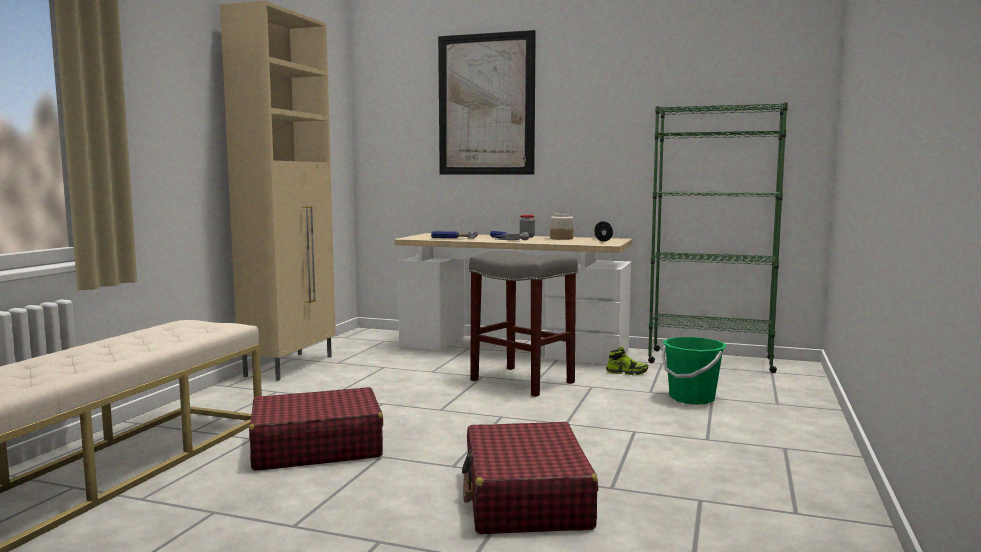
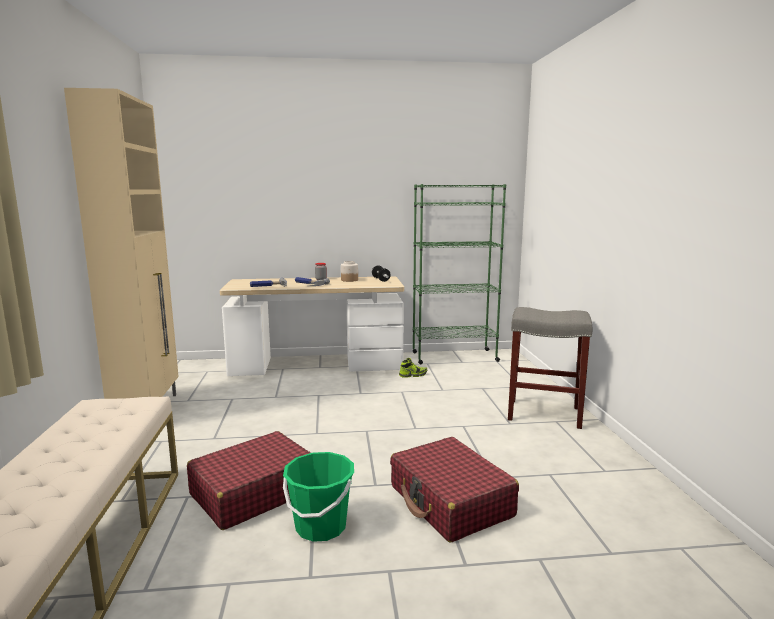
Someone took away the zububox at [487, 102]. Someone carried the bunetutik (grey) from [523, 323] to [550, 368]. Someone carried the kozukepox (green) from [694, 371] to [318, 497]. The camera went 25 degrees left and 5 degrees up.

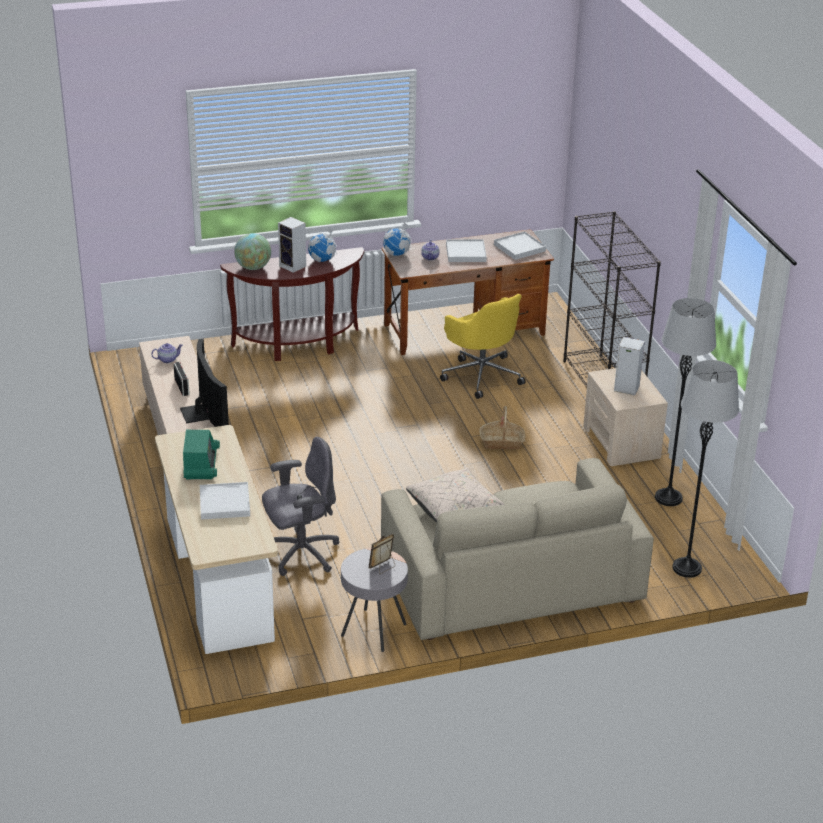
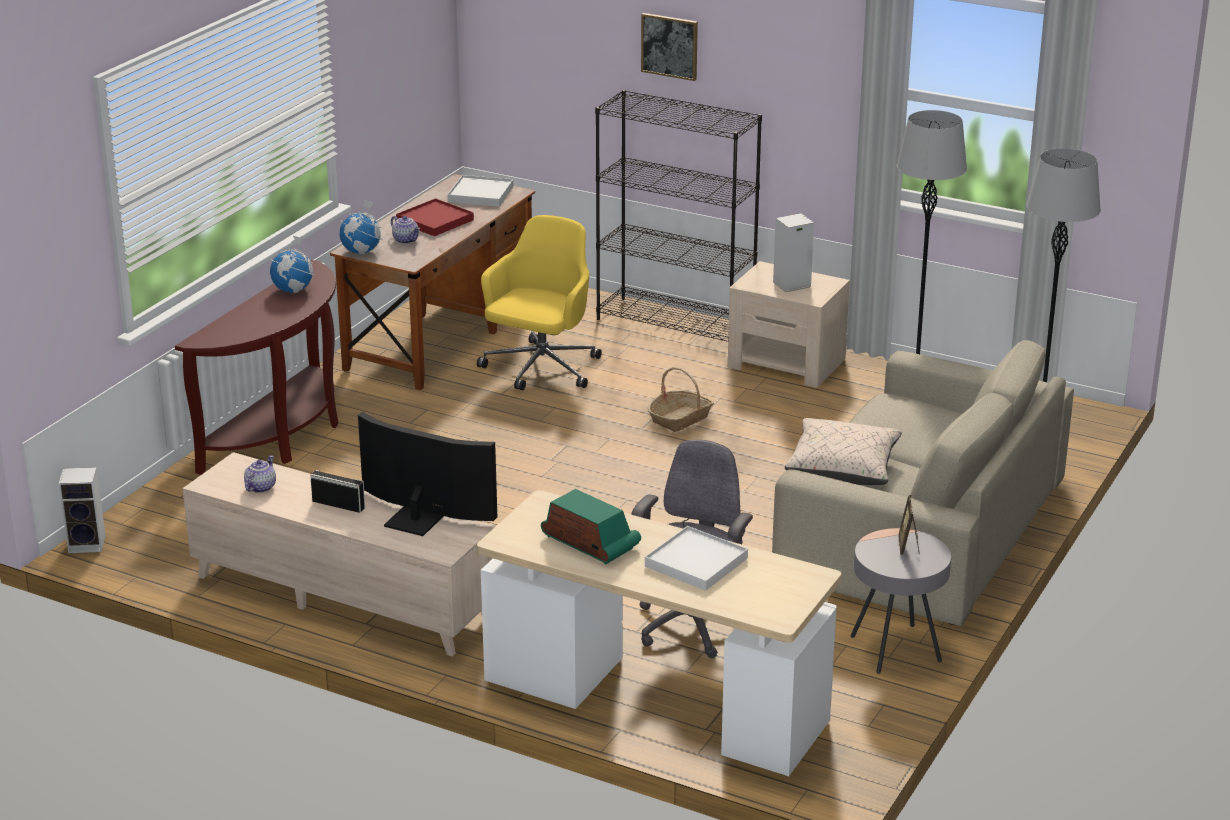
Someone took away the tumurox at [252, 251]. Someone carried the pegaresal from [292, 245] to [82, 510]. Someone rotated the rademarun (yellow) at [483, 346] by 75 degrees counterclockwise. Someone repainted the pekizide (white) at [466, 250], which became the pekizide (red) at [435, 217]. Someone put up the zububox at [669, 47]. The camera went 45 degrees left and 5 degrees down.

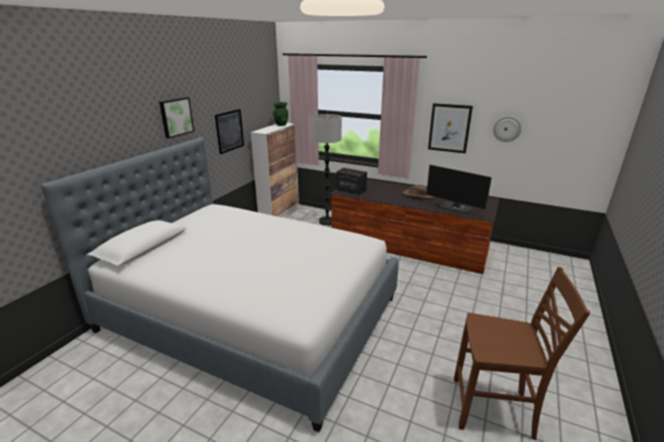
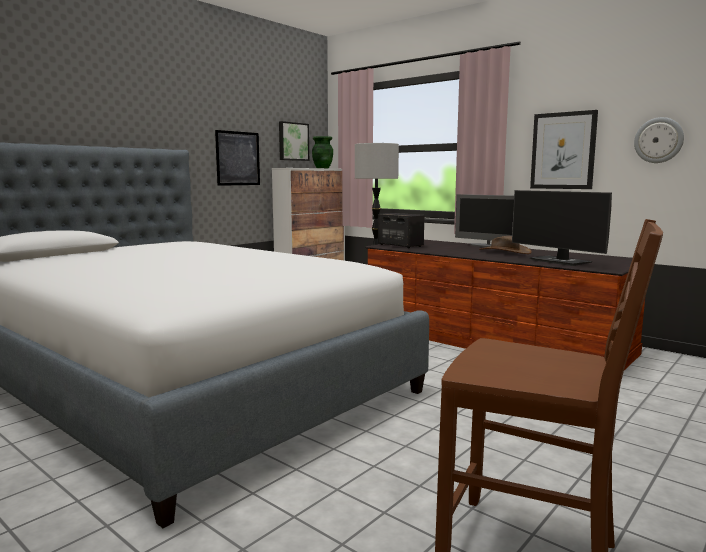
Someone carried the zububox from [176, 117] to [294, 141]. Someone put down the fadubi at [484, 220]. The camera went 15 degrees right and 15 degrees down.

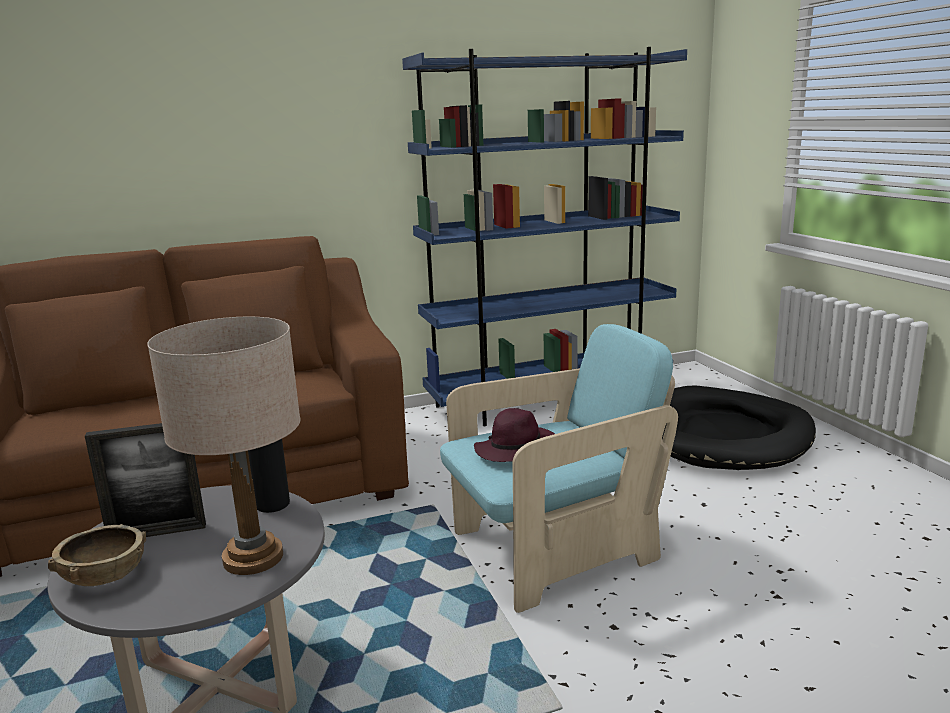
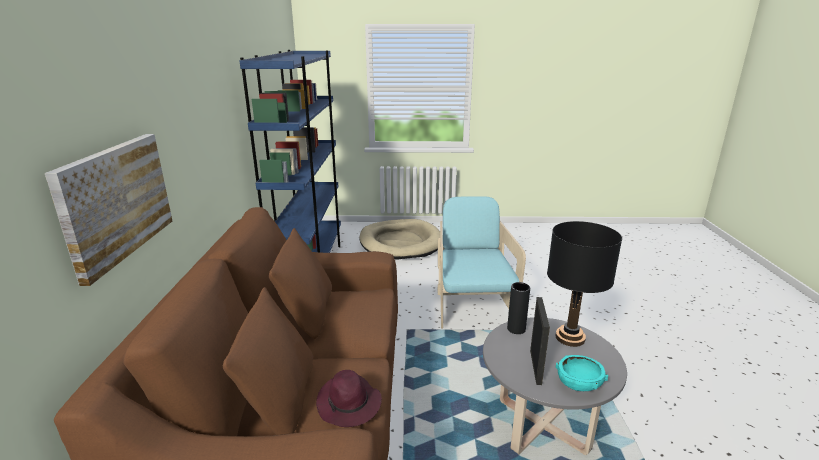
Someone repainted the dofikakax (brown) at [97, 555], which became the dofikakax (turquoise) at [582, 373]. Someone repainted the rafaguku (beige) at [223, 446], which became the rafaguku (black) at [584, 284]. Someone carried the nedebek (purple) from [514, 435] to [349, 398]. Someone repainted the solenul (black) at [739, 428], which became the solenul (beige) at [399, 239]. Someone put up the zububox at [108, 210]. The camera went 70 degrees left and 5 degrees up.

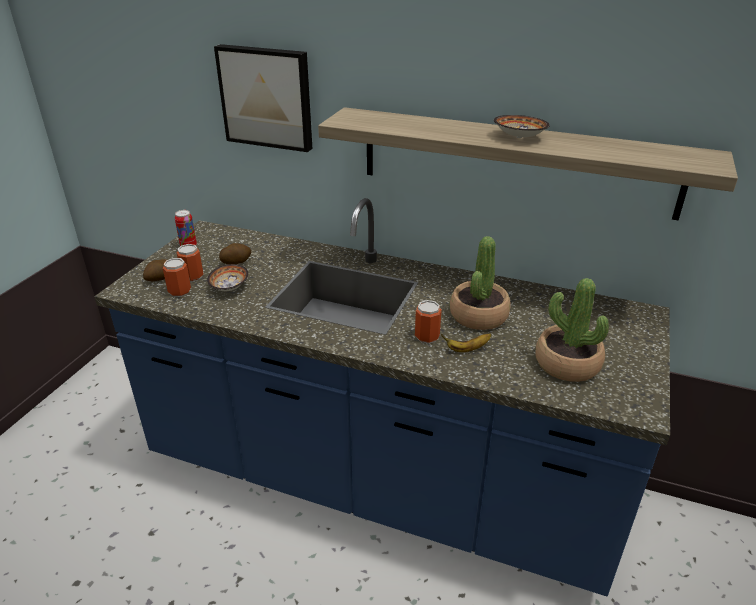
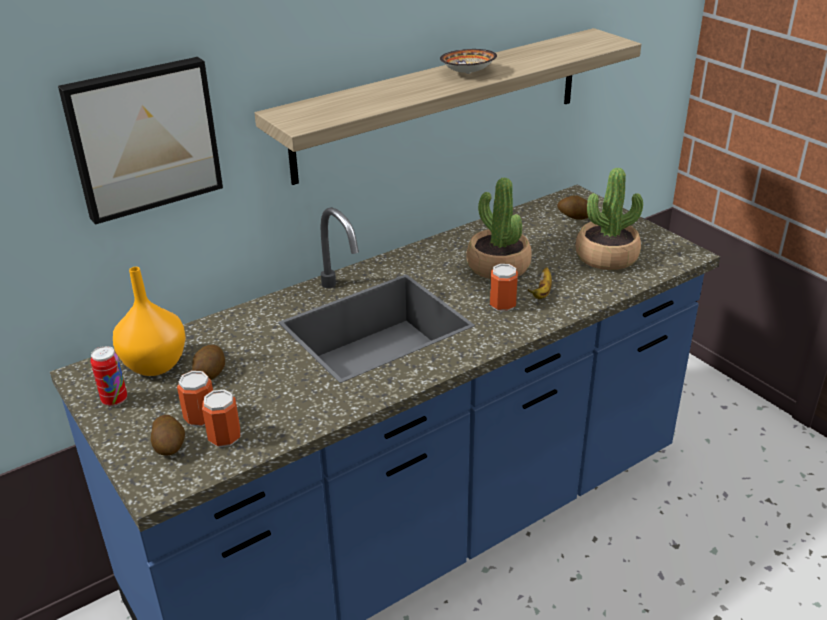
Someone took away the dofikakax at [227, 277]. Someone put down the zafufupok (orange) at [149, 321]. Someone put down the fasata at [572, 207]. The camera went 55 degrees left and 0 degrees up.

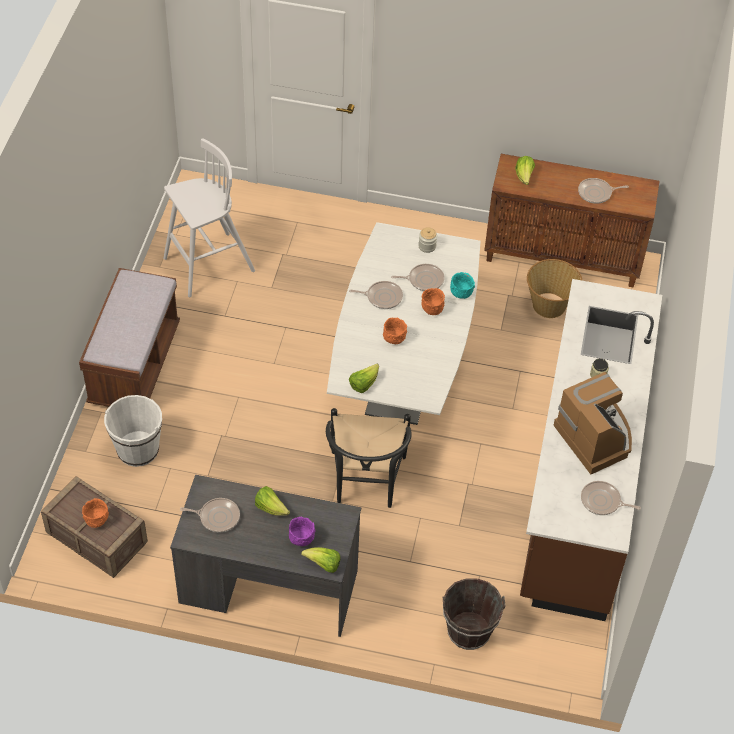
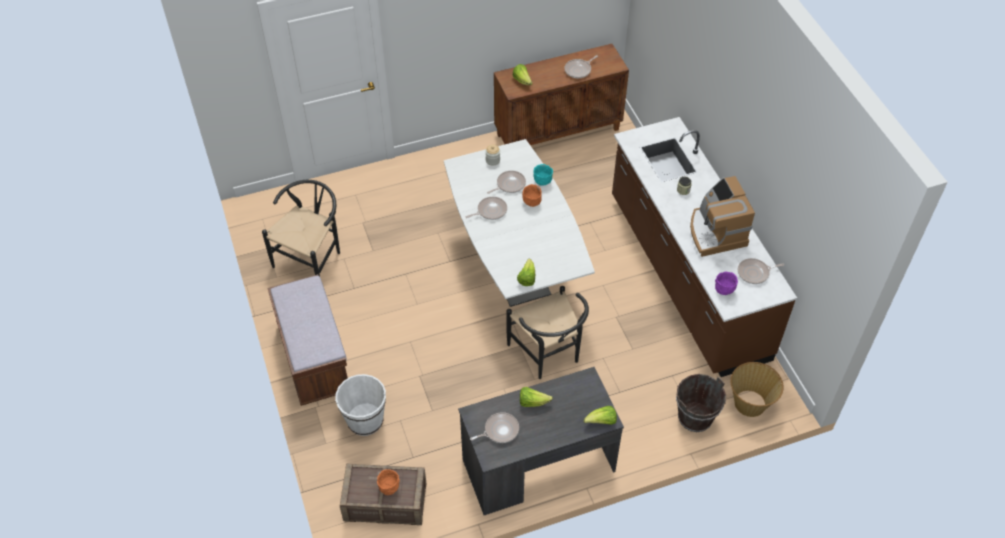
Someone swapped the bunetutik (white) at [209, 217] for the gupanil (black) at [301, 228]. Someone carried the dofikakax (purple) from [302, 531] to [726, 283]. Someone took away the dofikakax (orange) at [395, 331]. Someone carried the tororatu from [555, 288] to [757, 389]. Someone rotated the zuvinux at [592, 423] by 135 degrees counterclockwise. The camera went 30 degrees left and 0 degrees up.

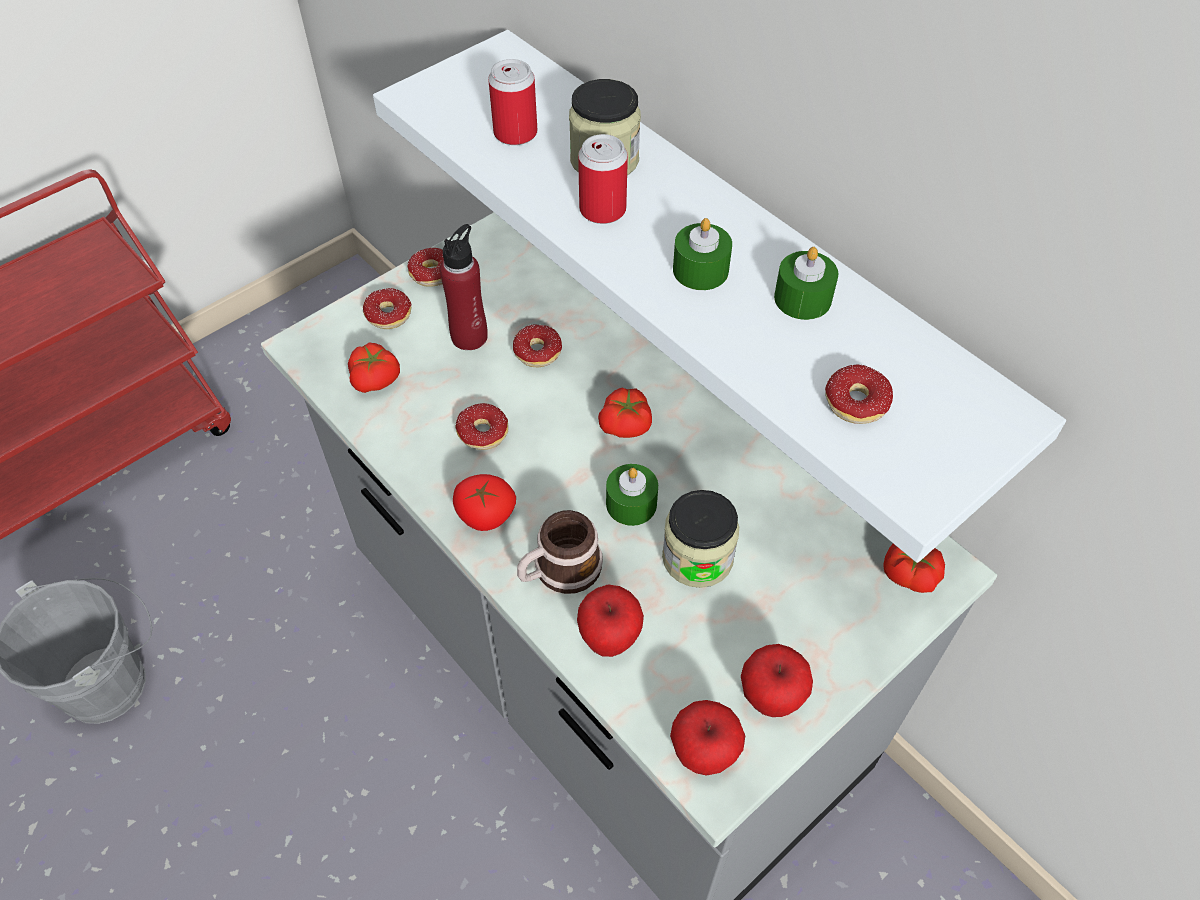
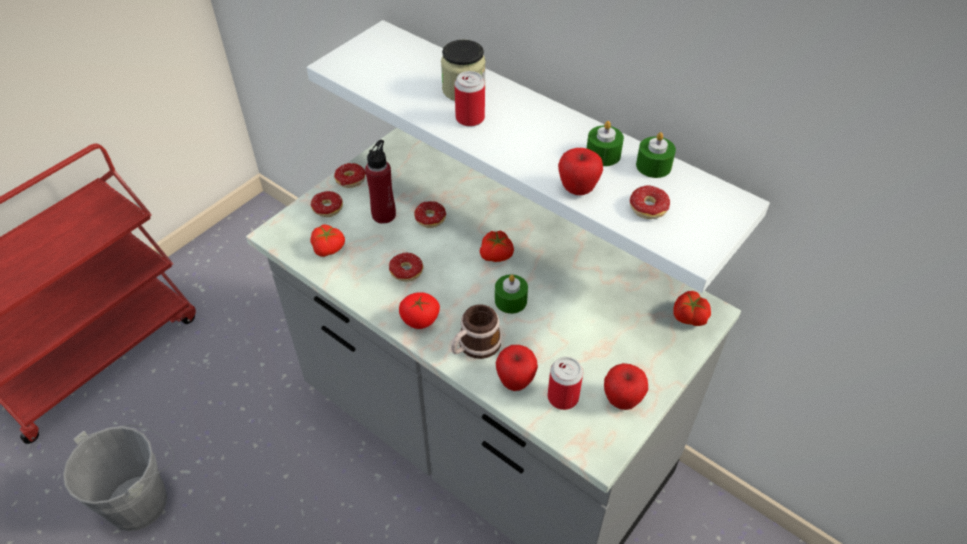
Someone carried the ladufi from [512, 102] to [565, 383]. Someone took away the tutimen at [700, 539]. Someone carried the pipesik from [707, 738] to [580, 171]. Someone carried the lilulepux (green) from [702, 254] to [656, 155]. The camera went 10 degrees left and 5 degrees down.

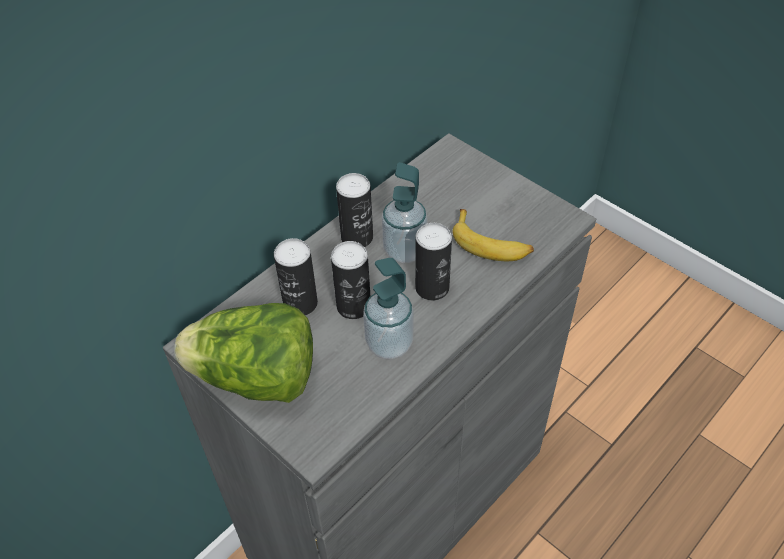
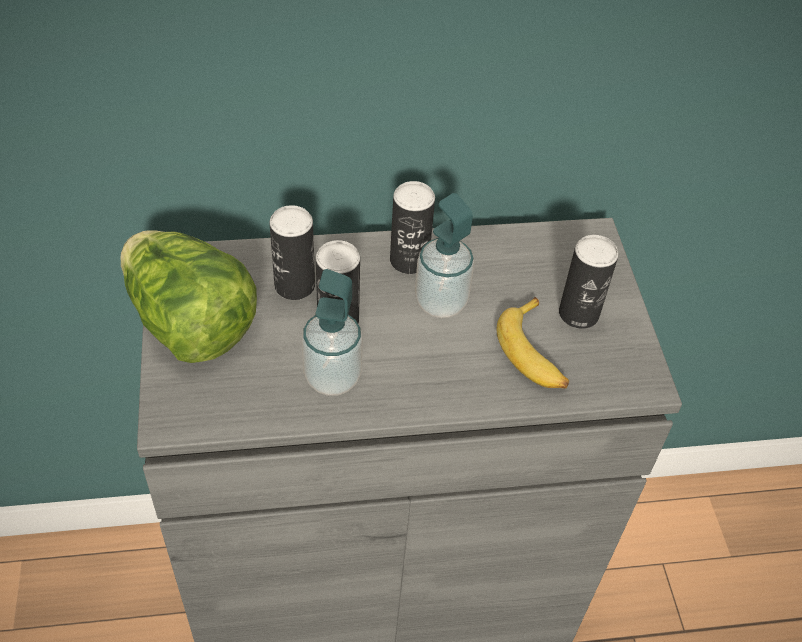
Someone carried the ladufi from [433, 262] to [589, 282]. The camera went 35 degrees right and 0 degrees up.

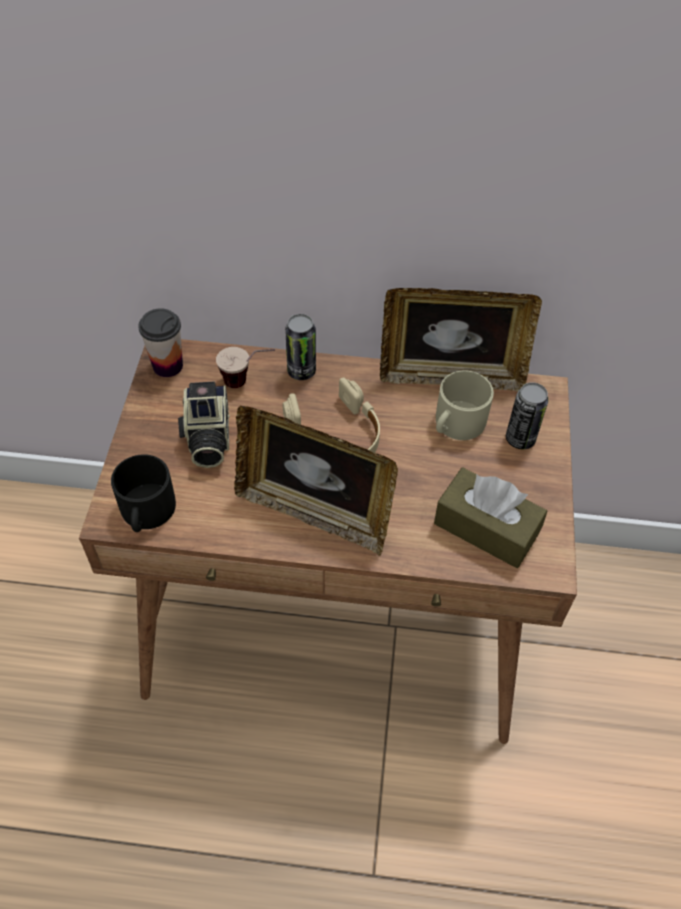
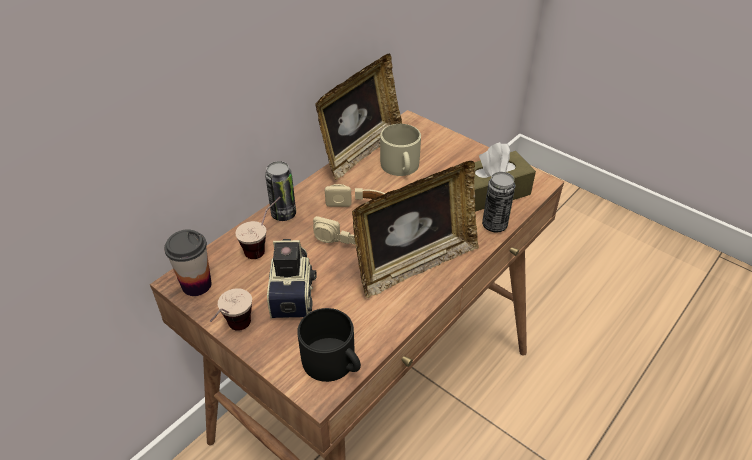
Someone rotated the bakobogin at [204, 425] by 120 degrees counterclockwise. Someone carried the ladufi from [527, 415] to [498, 202]. Someone put down the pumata at [231, 309]. The camera went 55 degrees left and 10 degrees down.

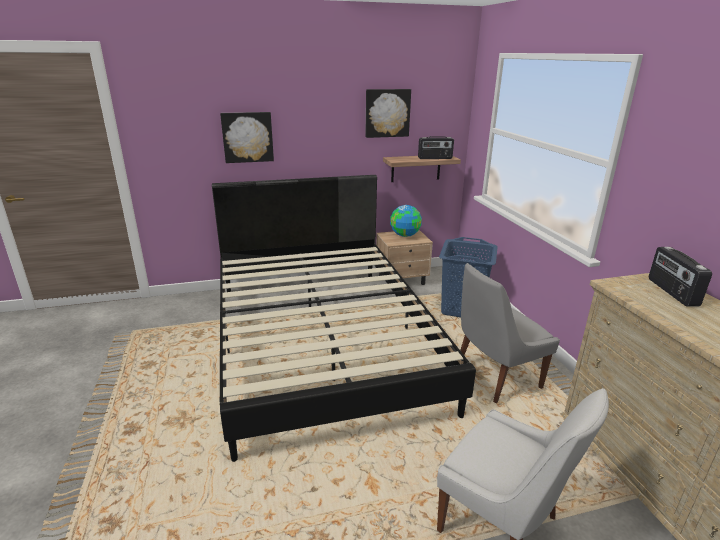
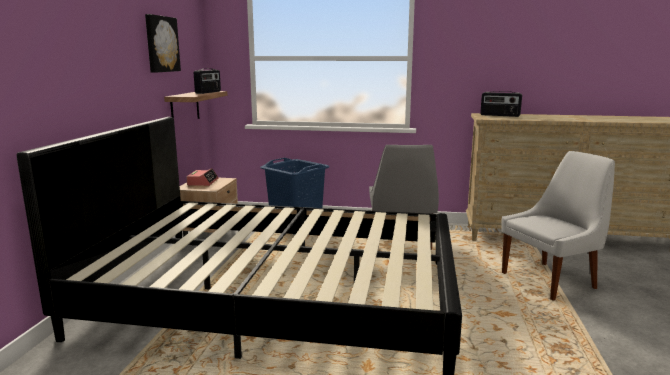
Someone took away the zububox at [247, 137]. Someone swapped the tumurox at [406, 221] for the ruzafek at [202, 177]. The camera went 65 degrees left and 10 degrees down.

